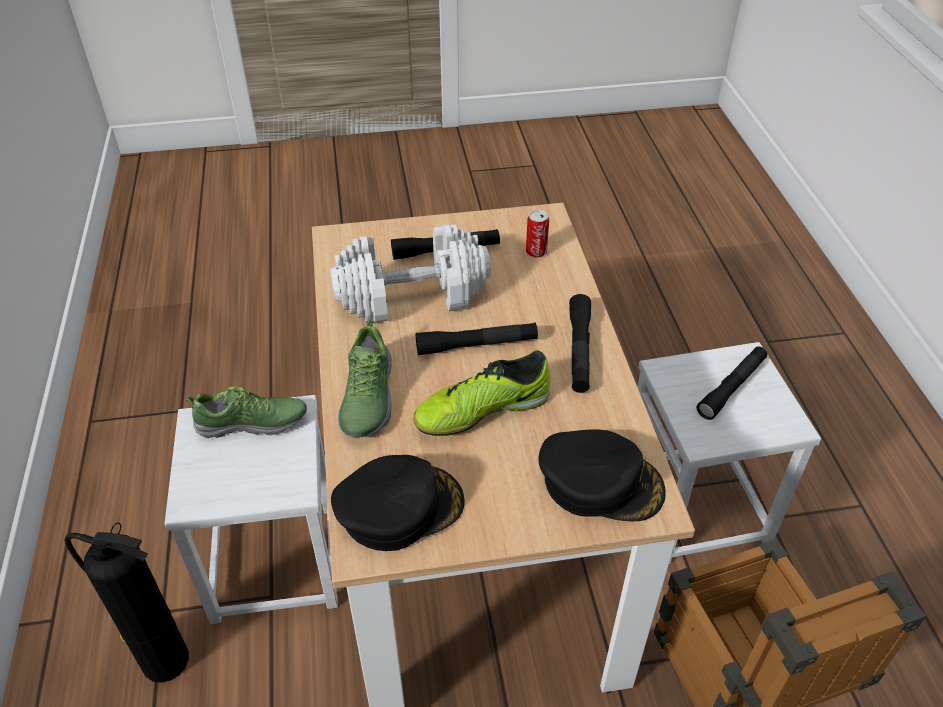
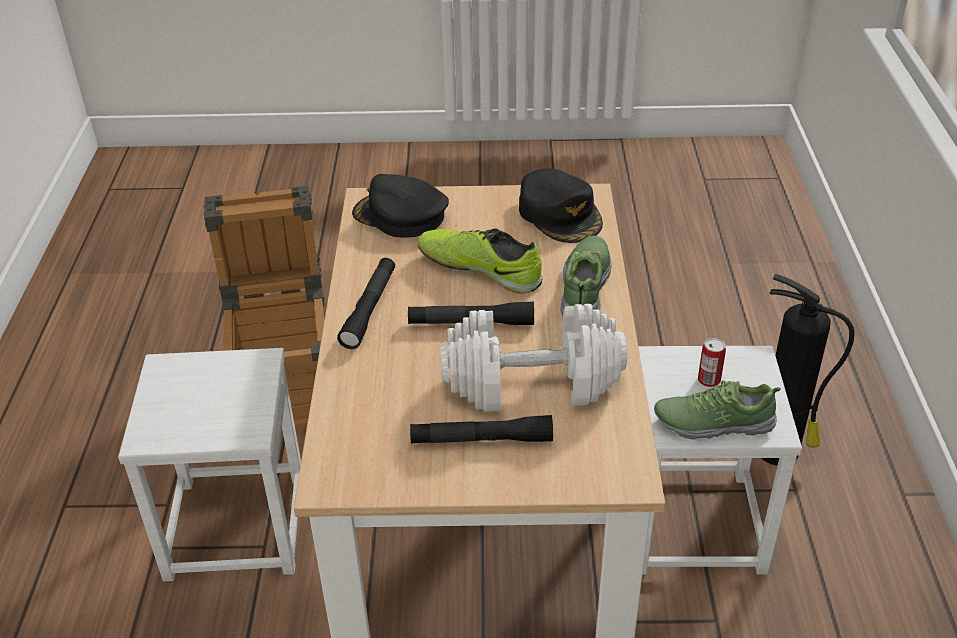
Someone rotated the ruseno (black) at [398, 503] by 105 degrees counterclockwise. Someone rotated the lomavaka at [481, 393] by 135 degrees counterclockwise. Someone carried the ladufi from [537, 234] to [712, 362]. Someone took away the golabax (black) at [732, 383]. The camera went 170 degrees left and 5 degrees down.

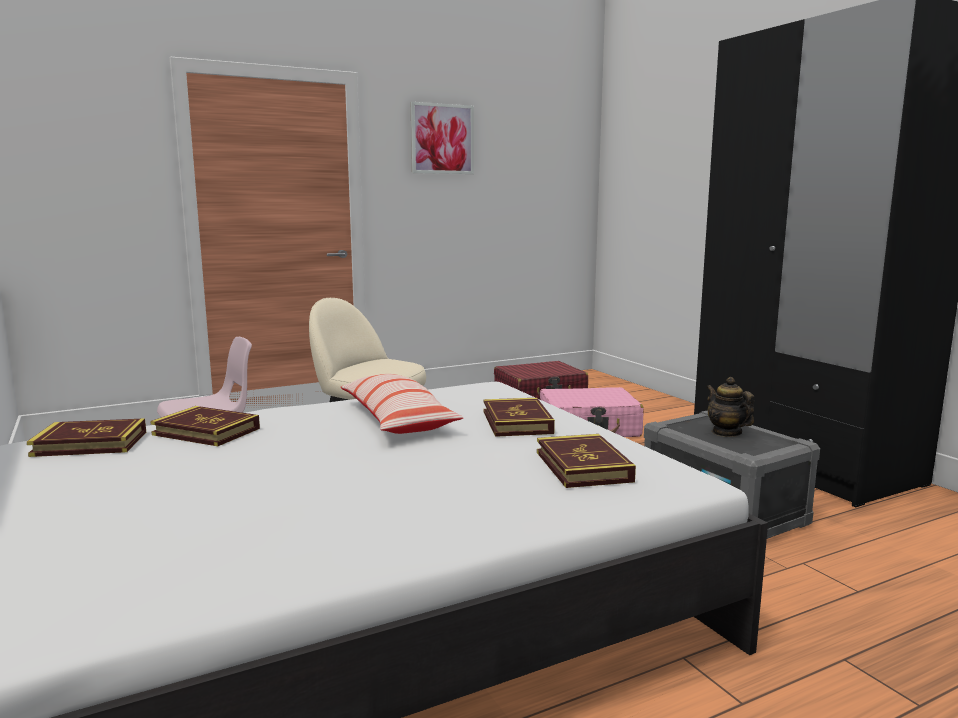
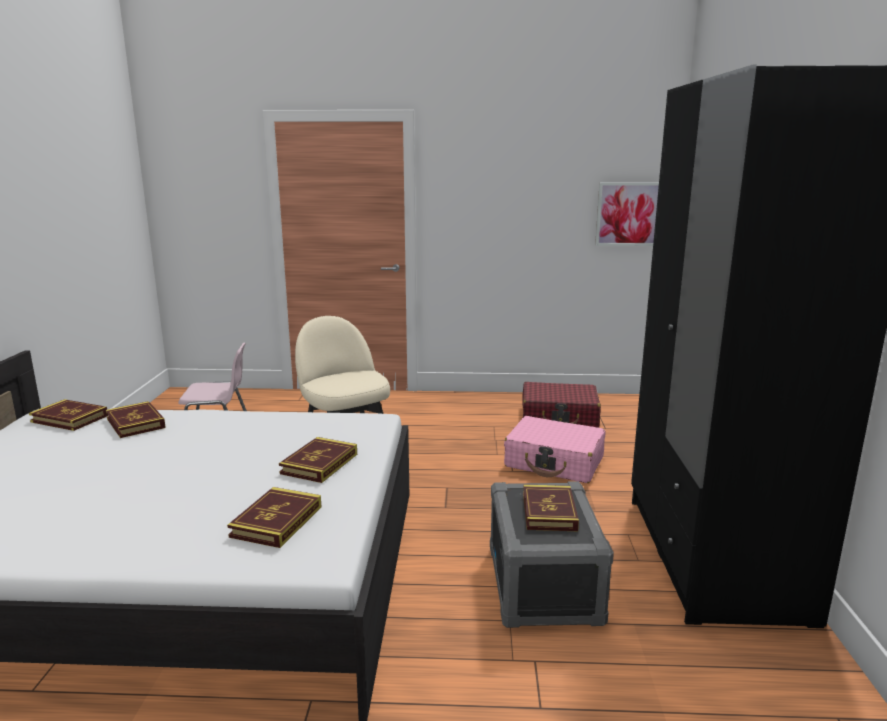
Someone took away the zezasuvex at [402, 404]. Someone carried the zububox from [442, 138] to [627, 214]. Someone swapped the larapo at [730, 407] for the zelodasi at [551, 507]. The camera went 30 degrees right and 5 degrees up.

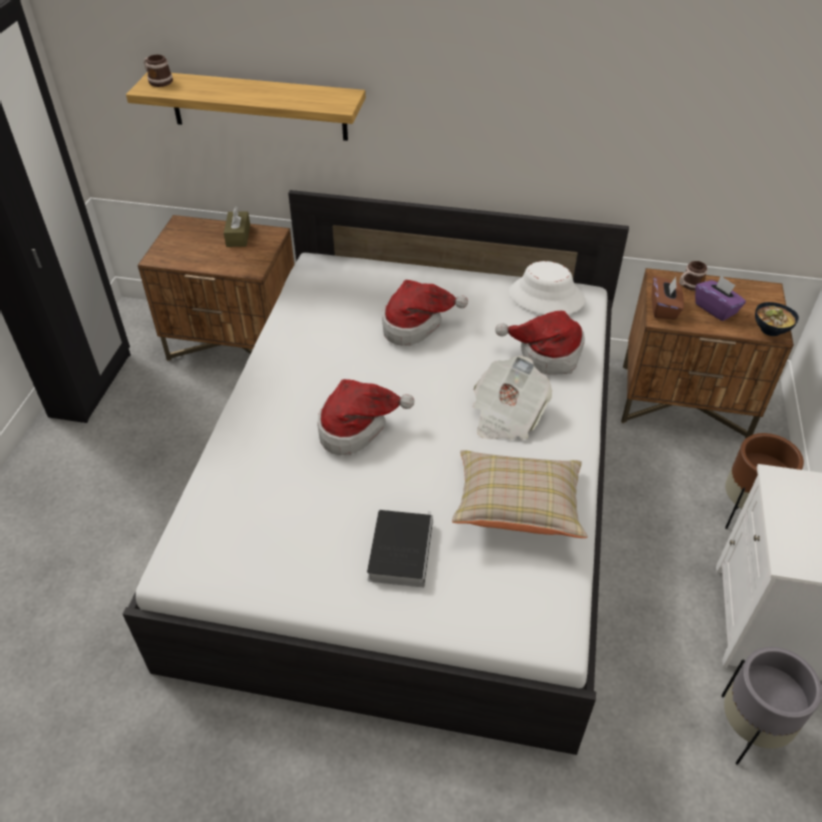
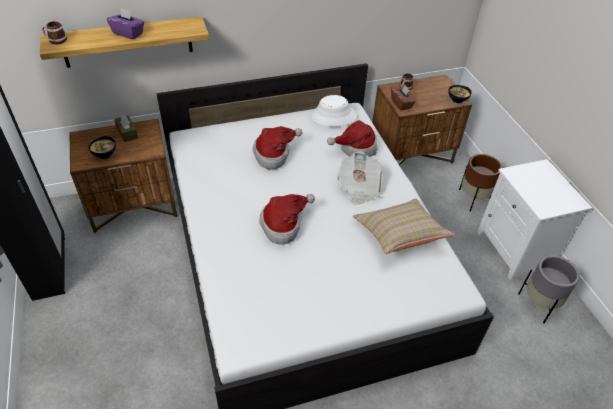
Someone took away the zelodasi at [400, 548]. Someone carried the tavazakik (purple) from [720, 298] to [125, 23]. Someone put down the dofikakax at [102, 147]. The camera went 30 degrees left and 0 degrees up.

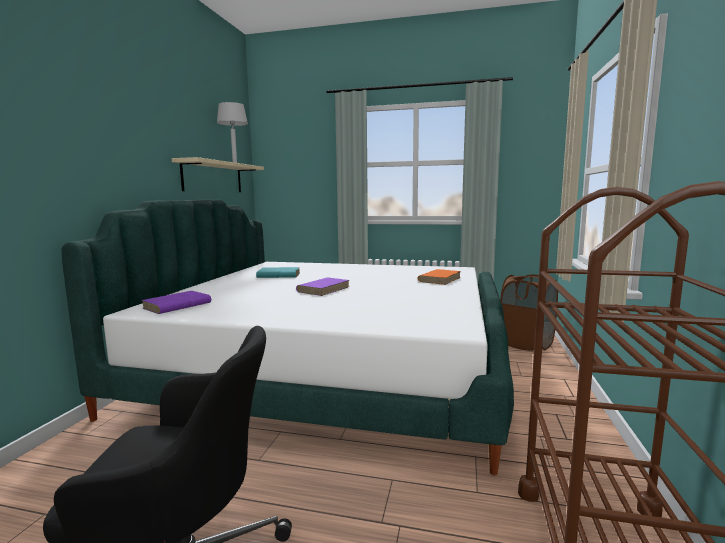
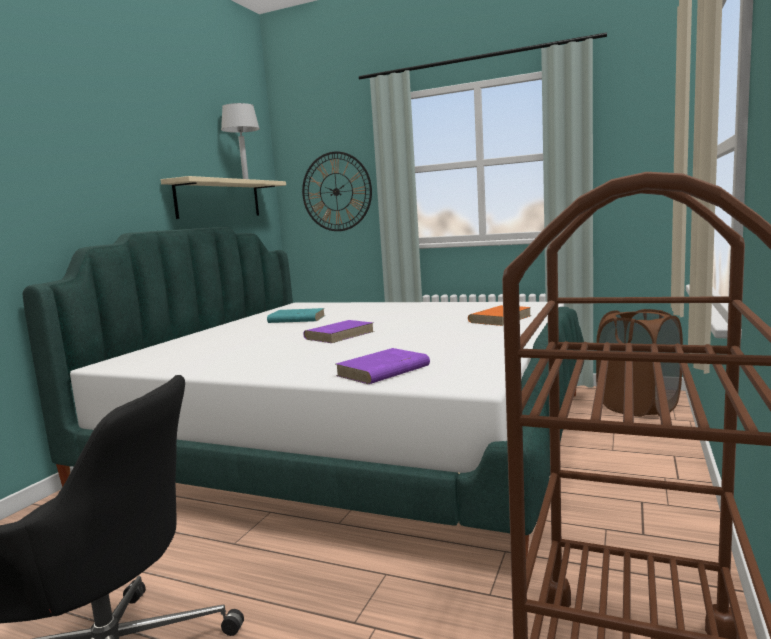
Someone carried the zelodasi (purple) from [176, 302] to [383, 366]. Someone put up the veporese at [337, 191]. The camera went 10 degrees right and 0 degrees up.

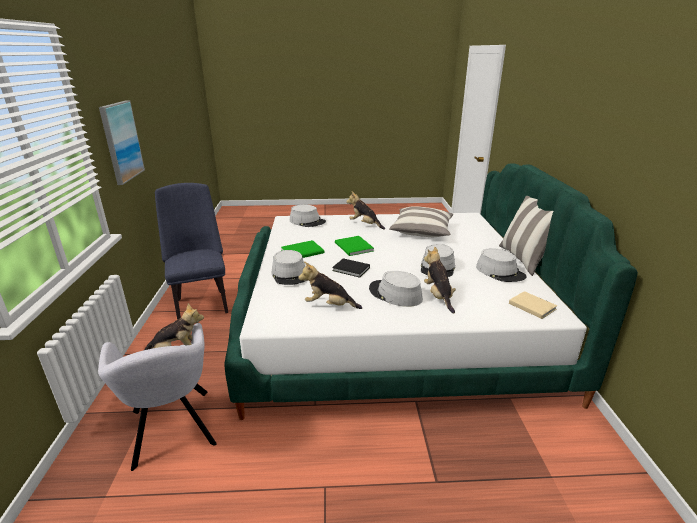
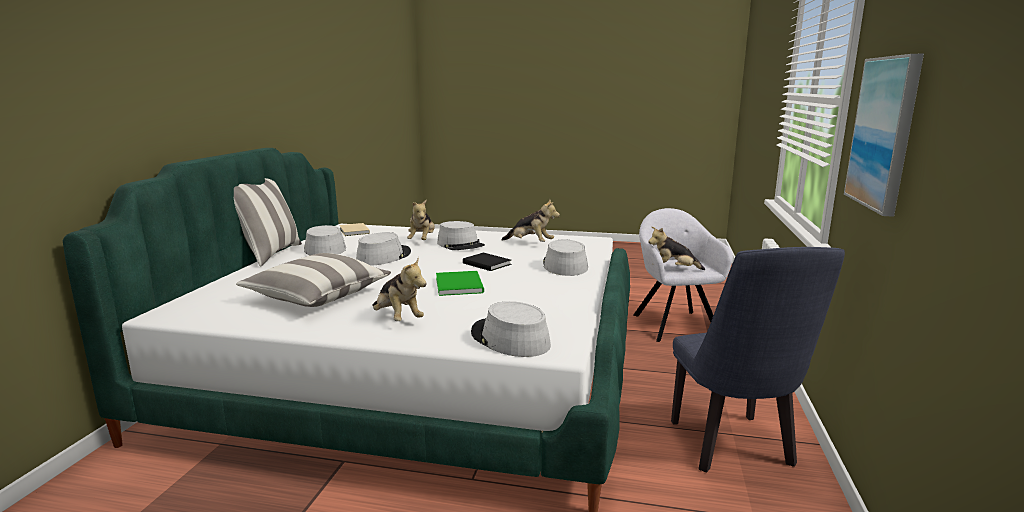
Someone took away the zelodasi (green) at [302, 249]. The camera went 165 degrees left and 10 degrees down.

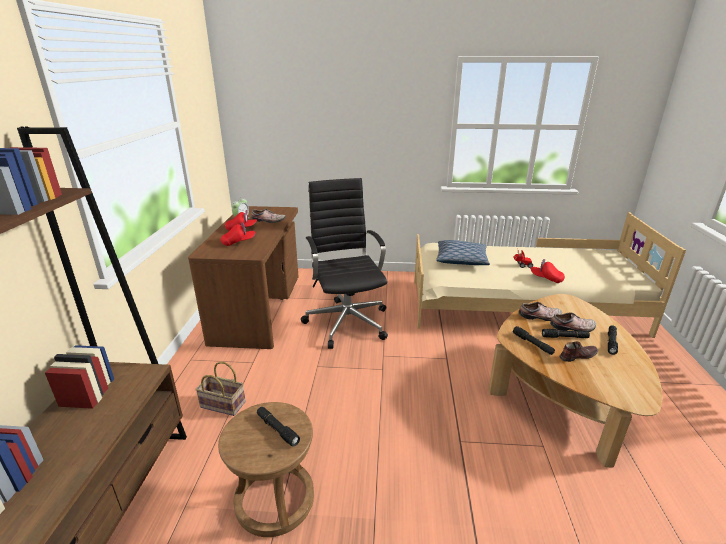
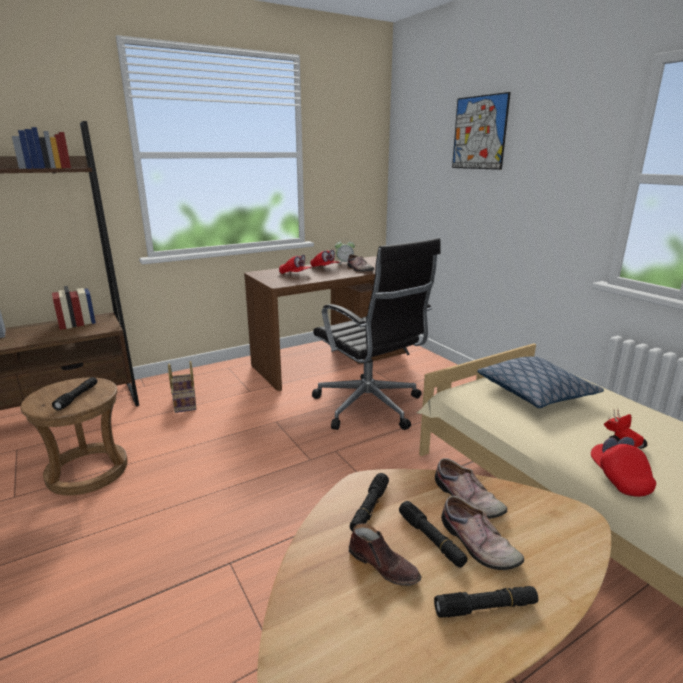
Someone rotated the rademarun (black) at [344, 263] by 105 degrees clockwise. Someone put up the zububox at [481, 131]. The camera went 55 degrees right and 5 degrees down.

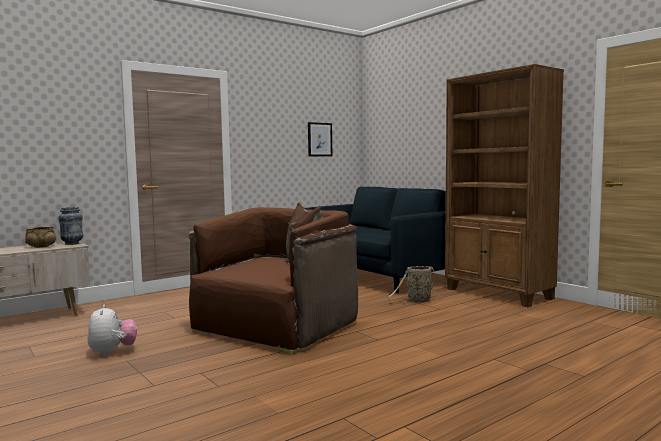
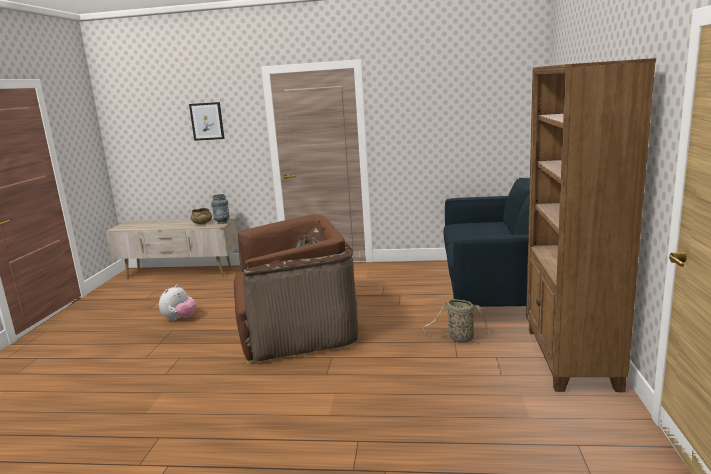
Someone carried the zububox from [320, 139] to [207, 121]. The camera went 45 degrees right and 10 degrees up.

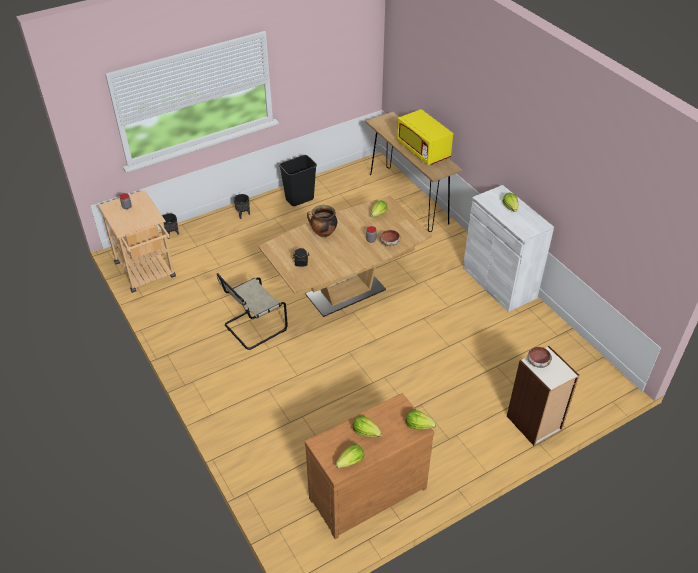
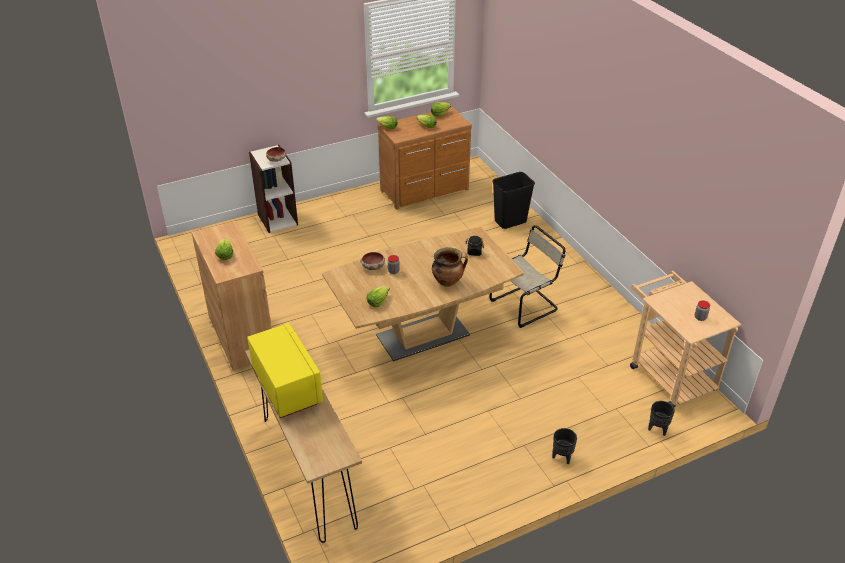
Someone carried the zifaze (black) from [298, 180] to [513, 200]. Someone repainted the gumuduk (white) at [508, 248], which became the gumuduk (brown) at [232, 295]. The camera went 175 degrees left and 5 degrees down.

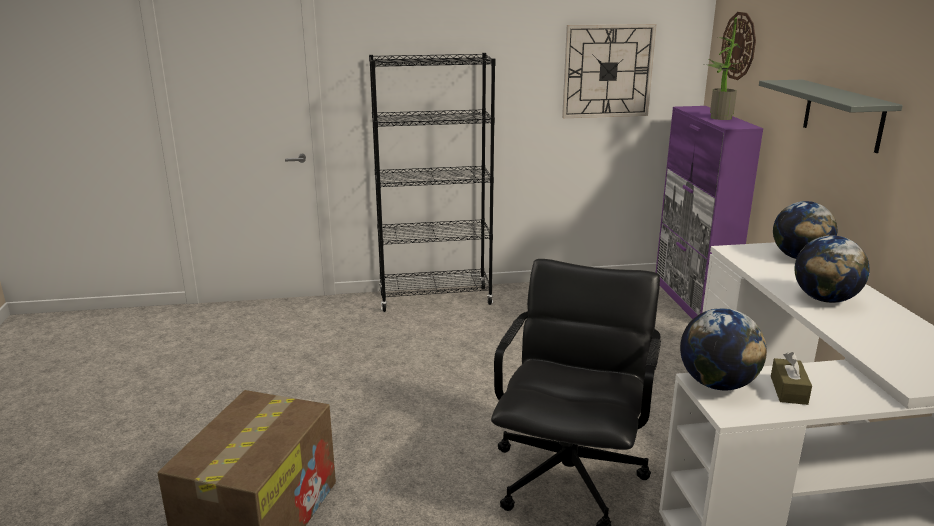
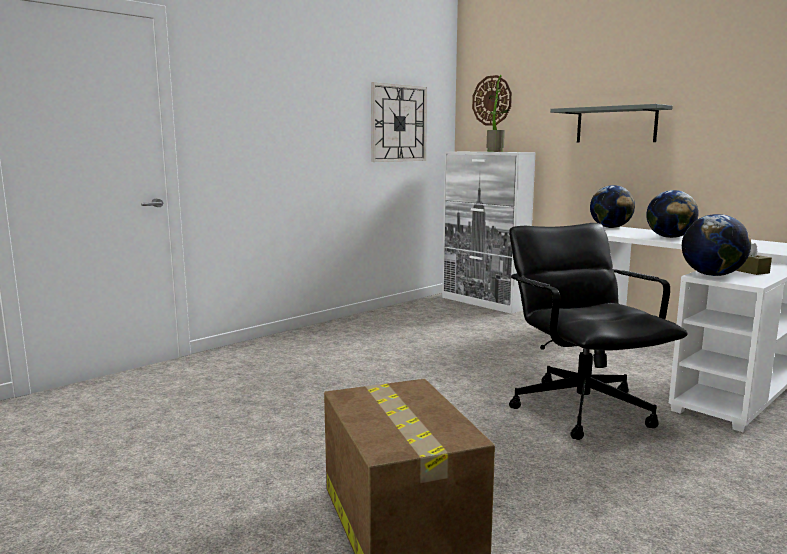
Someone took away the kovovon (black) at [432, 182]. Someone repainted the gumuduk (purple) at [709, 212], which became the gumuduk (white) at [489, 233]. The camera went 35 degrees left and 10 degrees down.

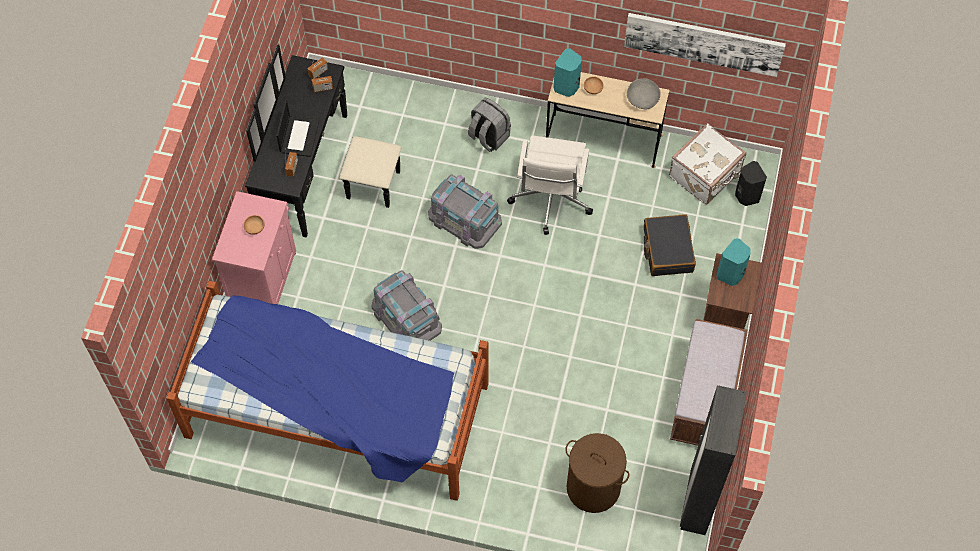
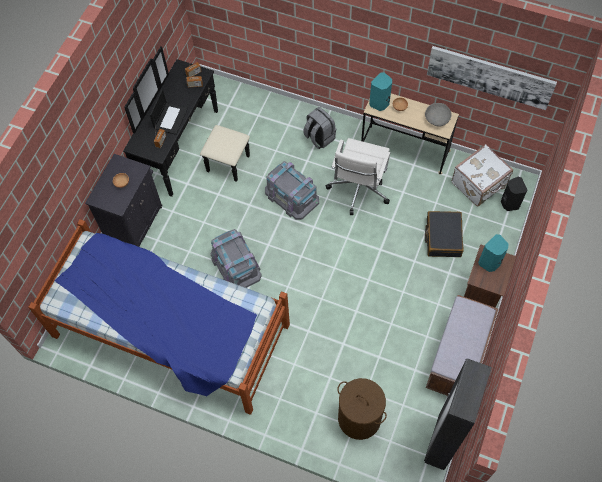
Someone repainted the gumuduk (pink) at [254, 247], which became the gumuduk (black) at [124, 200]. The camera went 10 degrees right and 0 degrees up.

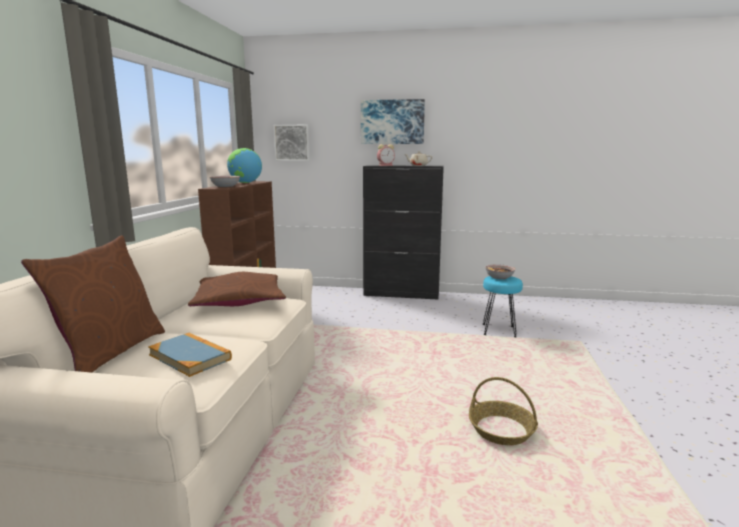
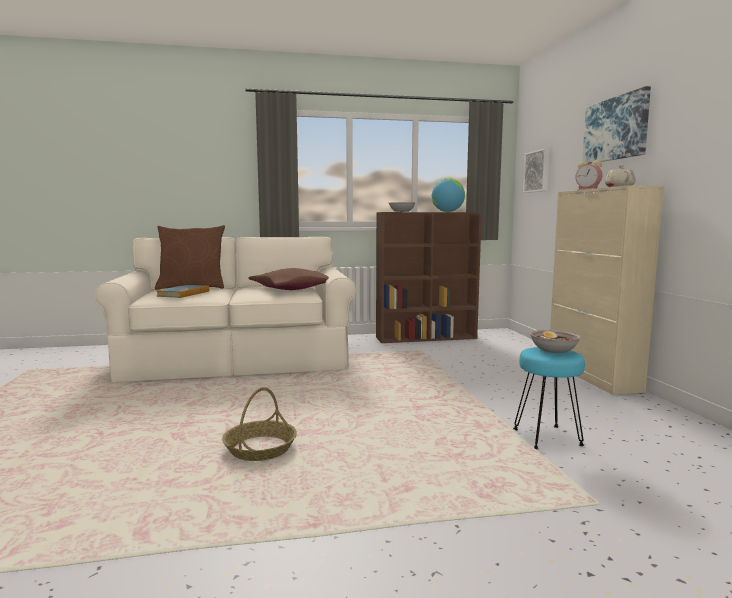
Someone repainted the gumuduk (black) at [403, 232], which became the gumuduk (beige) at [607, 290]. The camera went 70 degrees right and 5 degrees down.

